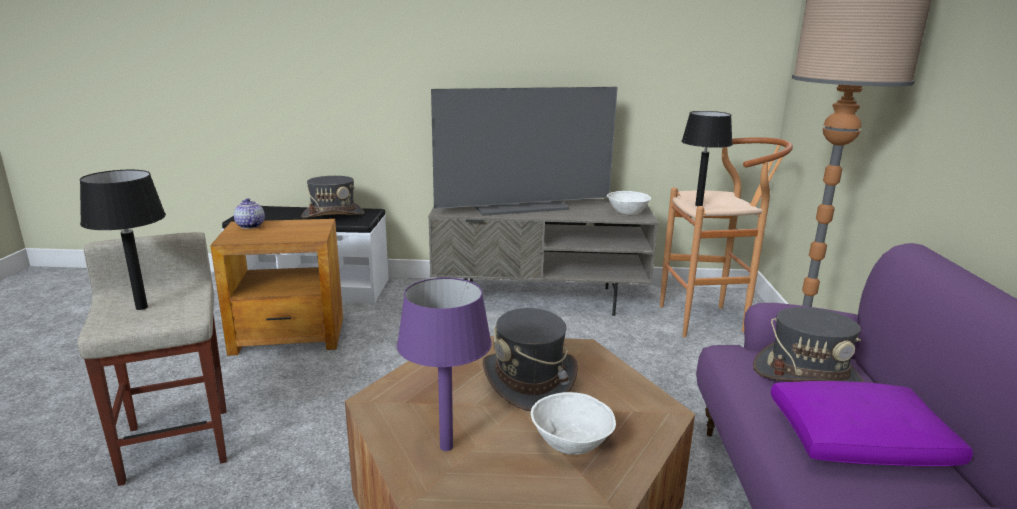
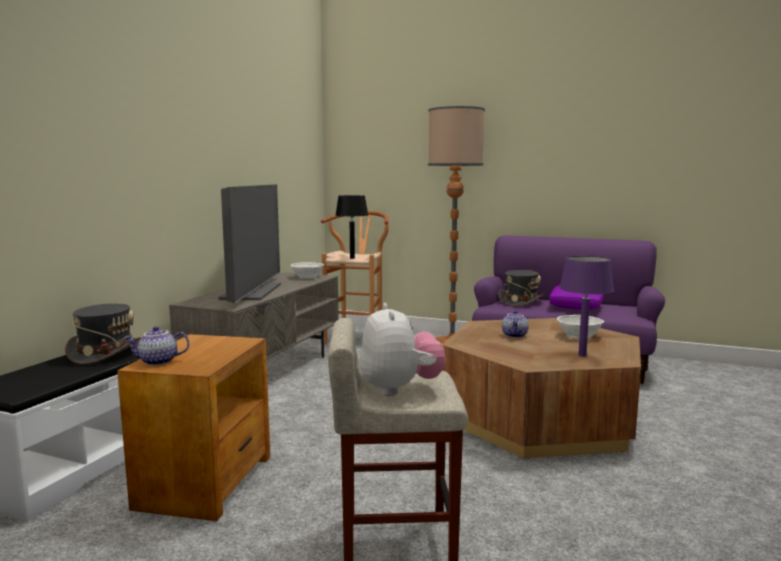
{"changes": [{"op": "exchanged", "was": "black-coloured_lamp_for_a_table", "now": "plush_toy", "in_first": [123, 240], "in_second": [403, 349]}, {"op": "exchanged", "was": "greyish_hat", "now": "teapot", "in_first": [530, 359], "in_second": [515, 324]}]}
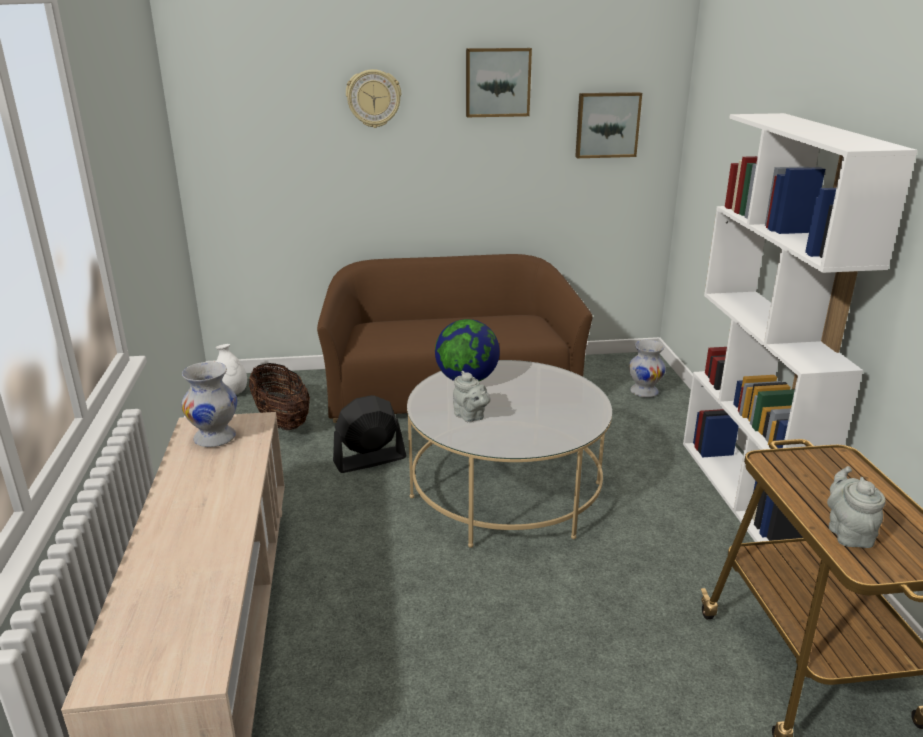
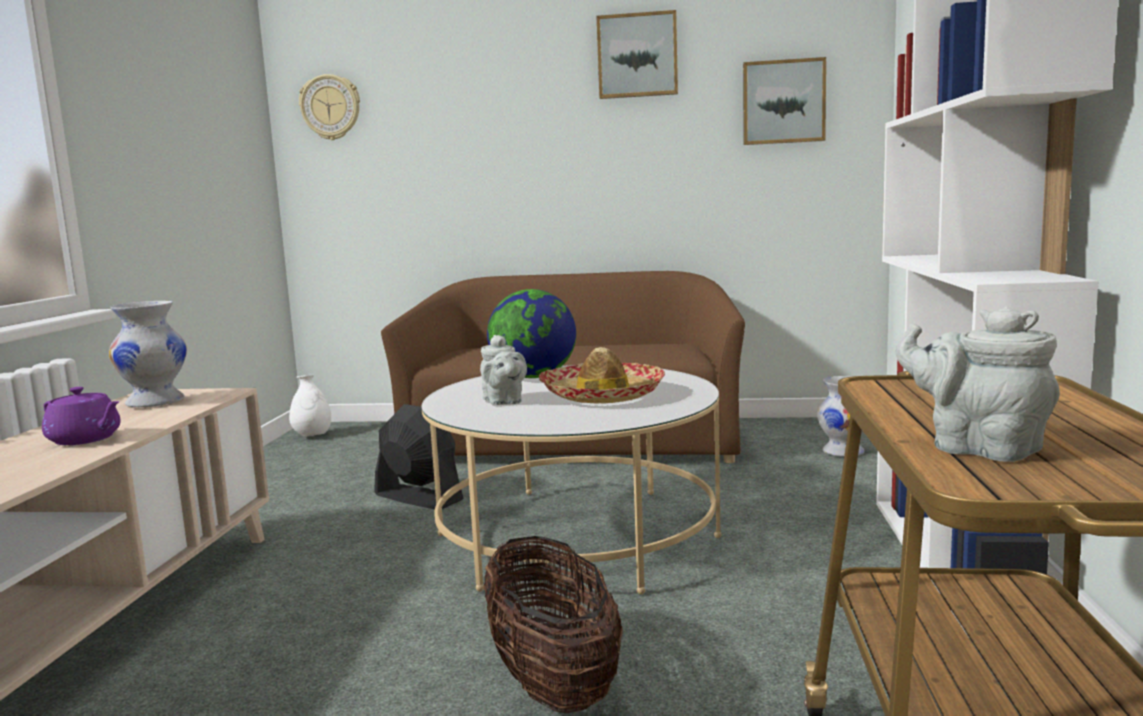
{"changes": [{"op": "appeared", "now": "purplish_teapot", "in_second": [81, 416]}, {"op": "appeared", "now": "hat", "in_second": [602, 375]}, {"op": "relocated", "was": "basket", "in_first": [279, 396], "in_second": [553, 624]}, {"op": "relocated", "was": "clock_on_the_wall", "in_first": [373, 98], "in_second": [329, 107]}, {"op": "spun", "was": "black-coloured_fan", "in_first": [369, 434], "in_second": [419, 456], "clockwise": 45}, {"op": "spun", "was": "greyish_teapot", "in_first": [856, 507], "in_second": [977, 384], "clockwise": -60}]}
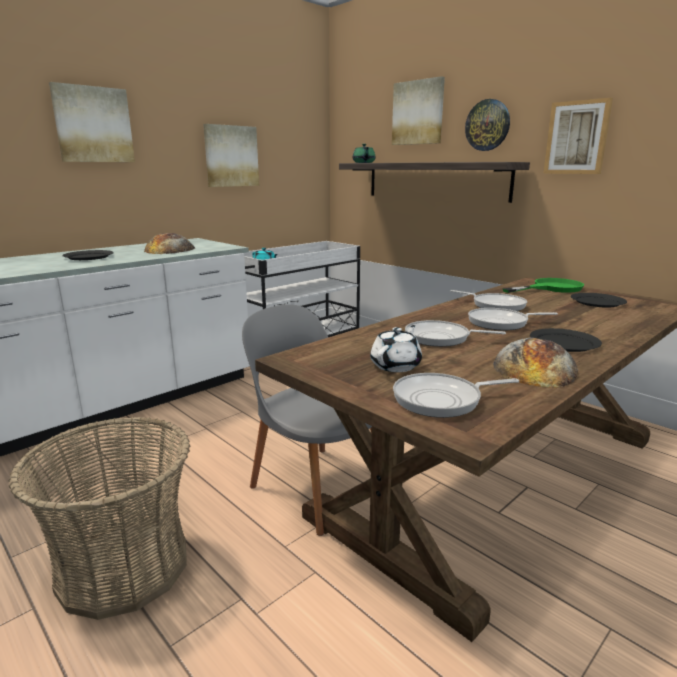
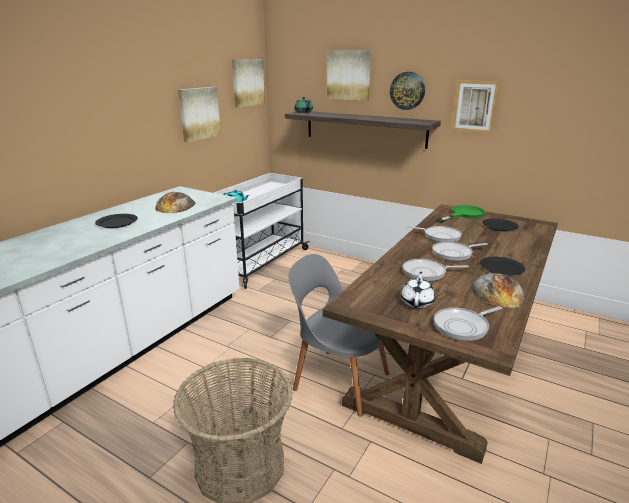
{"changes": [{"op": "relocated", "was": "wall_picture", "in_first": [92, 122], "in_second": [248, 83]}]}
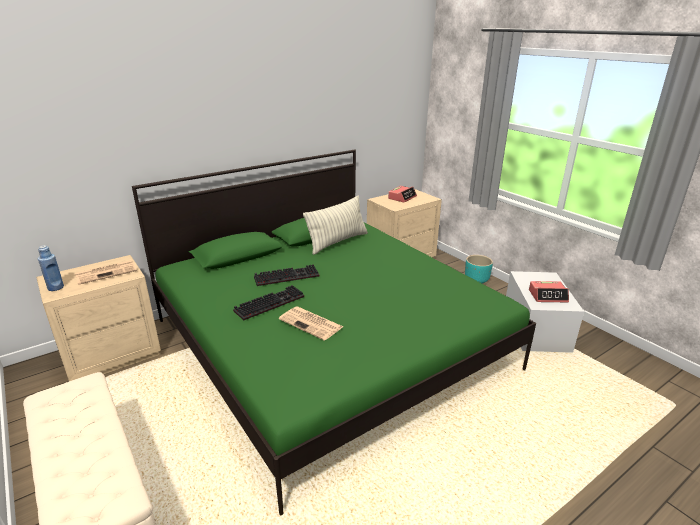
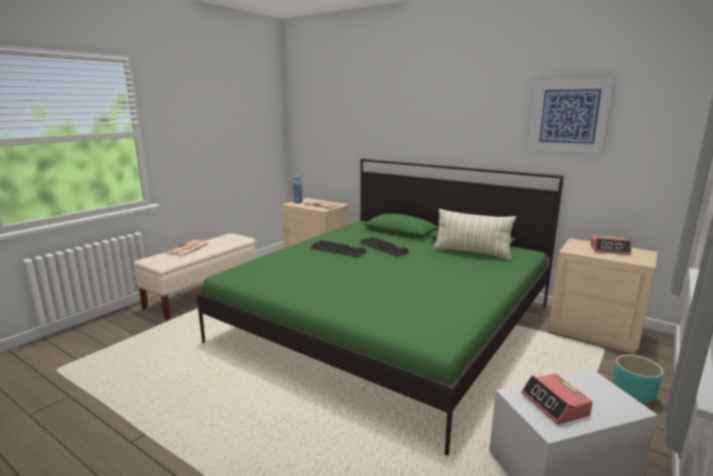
{"changes": [{"op": "appeared", "now": "wall_picture", "in_second": [571, 115]}, {"op": "relocated", "was": "daily_paper", "in_first": [311, 323], "in_second": [187, 248]}]}
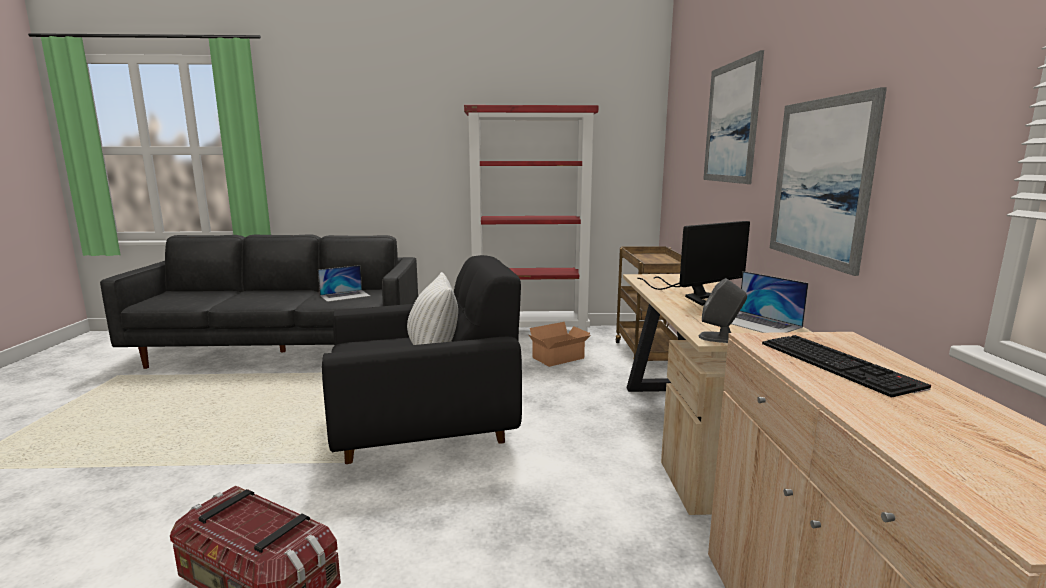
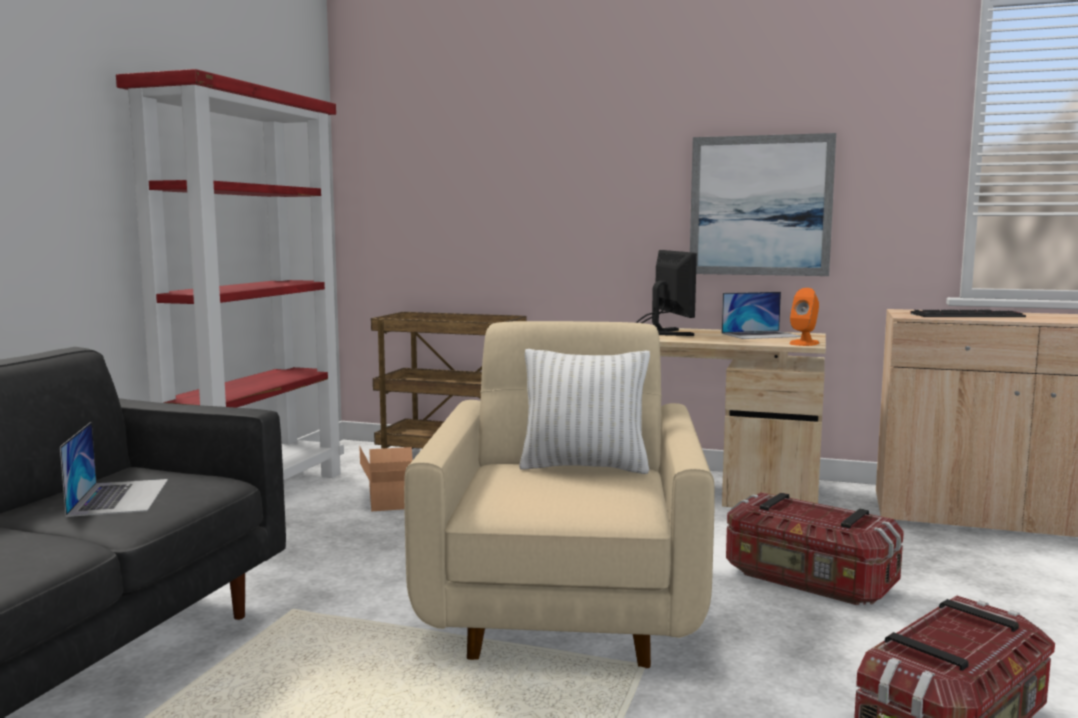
{"changes": [{"op": "missing", "was": "wall_picture", "in_first": [733, 117]}, {"op": "appeared", "now": "storage_bin", "in_second": [815, 548]}, {"op": "colour", "was": "black-coloured_easy_chair", "now": "sand-coloured_easy_chair", "in_first": [422, 359], "in_second": [559, 494]}, {"op": "colour", "was": "greyish_audio_speaker", "now": "orange-coloured_audio_speaker", "in_first": [723, 310], "in_second": [804, 317]}]}
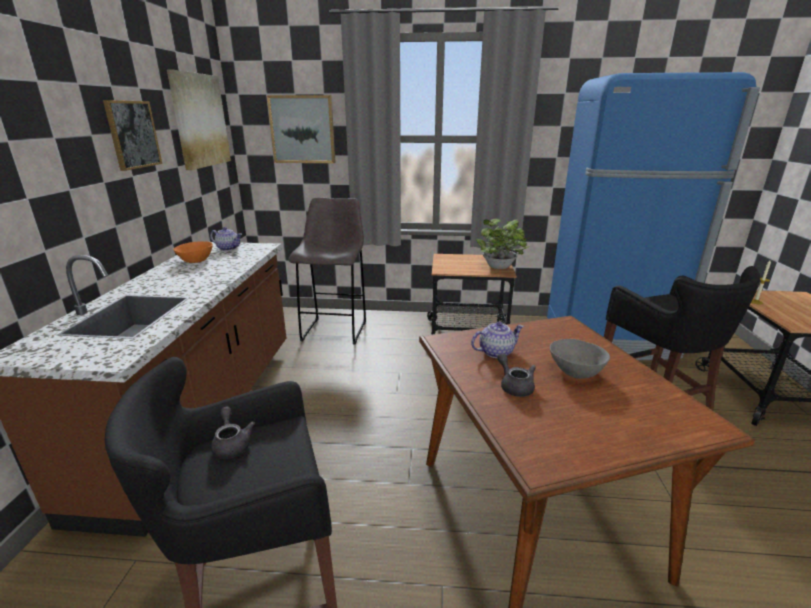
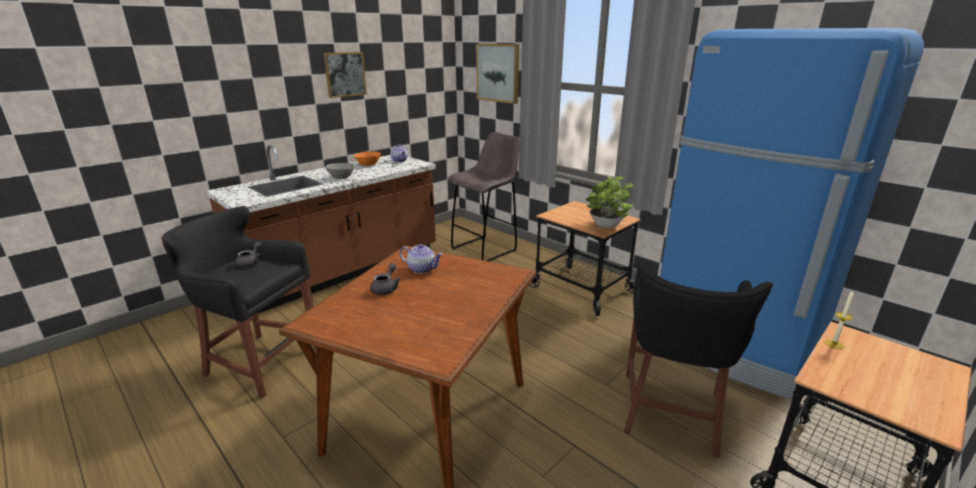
{"changes": [{"op": "missing", "was": "wall_picture", "in_first": [199, 119]}, {"op": "relocated", "was": "greyish_deep_dish", "in_first": [580, 359], "in_second": [340, 171]}]}
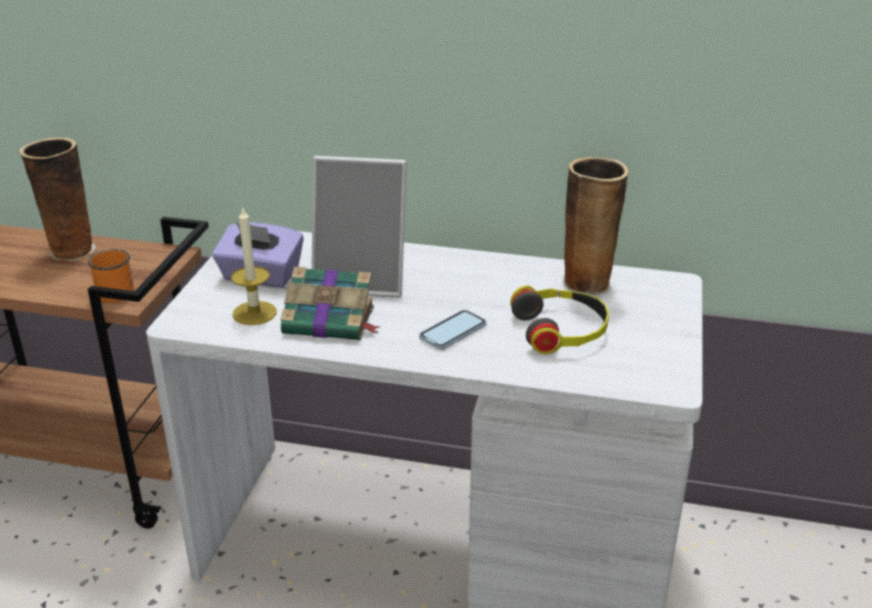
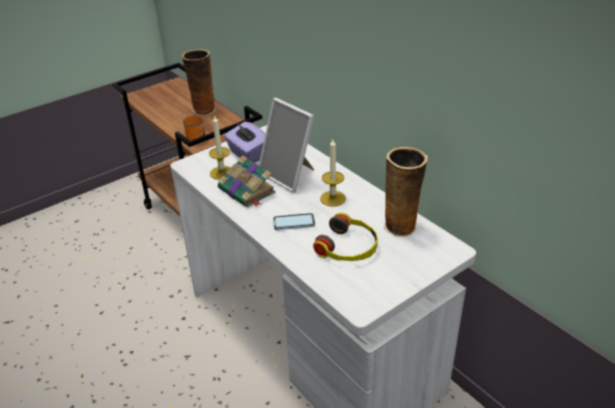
{"changes": [{"op": "appeared", "now": "wax_candle", "in_second": [333, 172]}]}
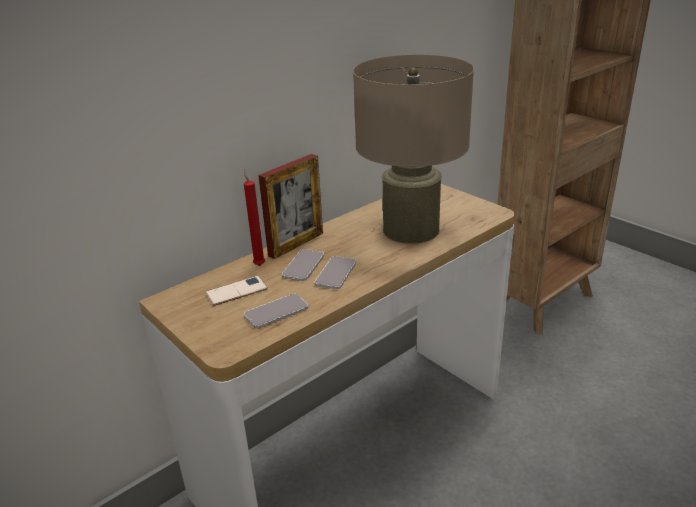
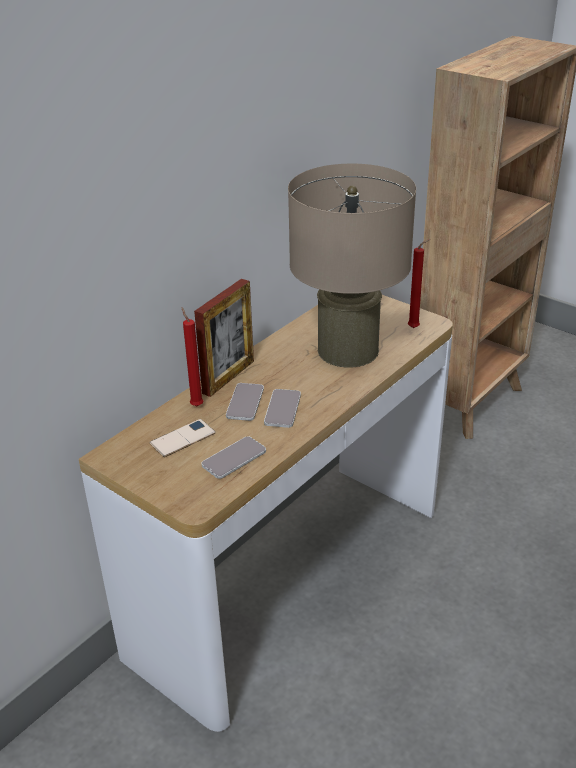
{"changes": [{"op": "appeared", "now": "red_wax_candle", "in_second": [419, 283]}]}
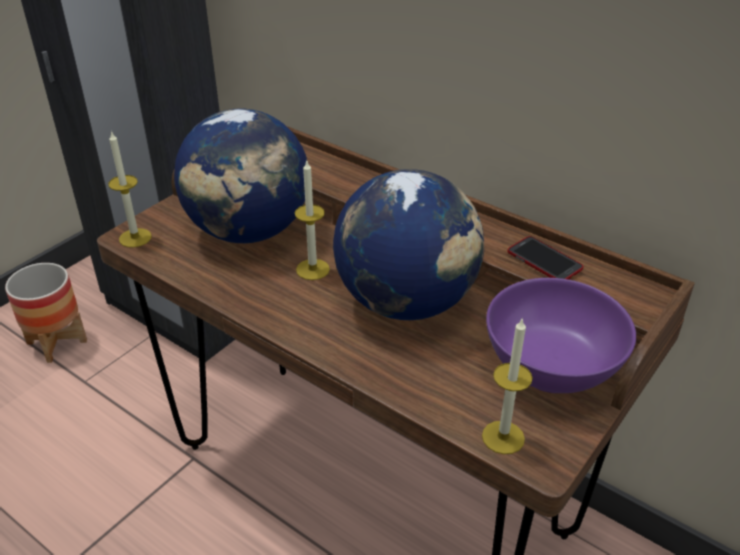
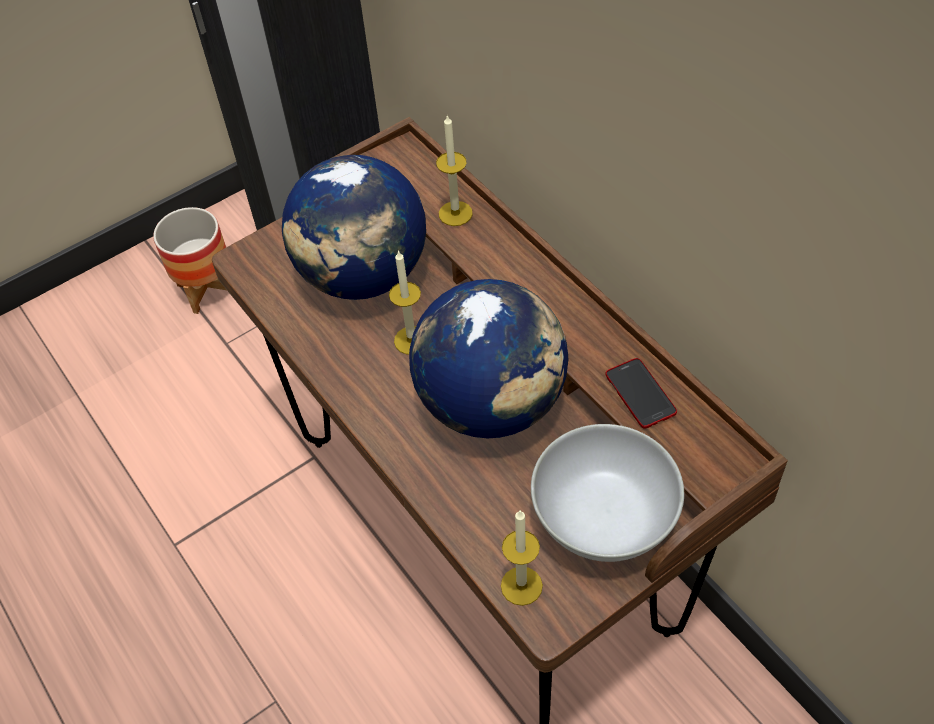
{"changes": [{"op": "relocated", "was": "wax_candle", "in_first": [130, 189], "in_second": [454, 170]}, {"op": "colour", "was": "purplish_deep_dish", "now": "white-coloured_deep_dish", "in_first": [561, 335], "in_second": [607, 493]}]}
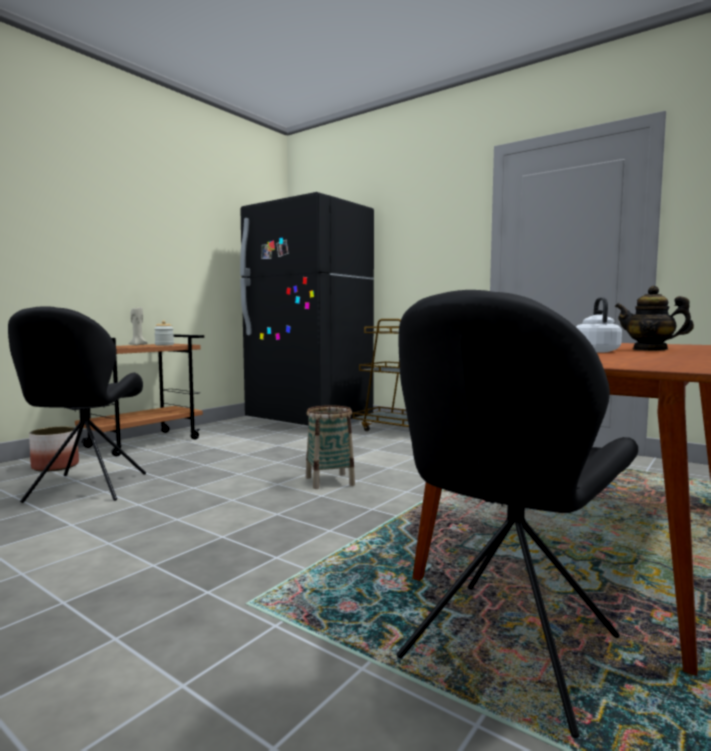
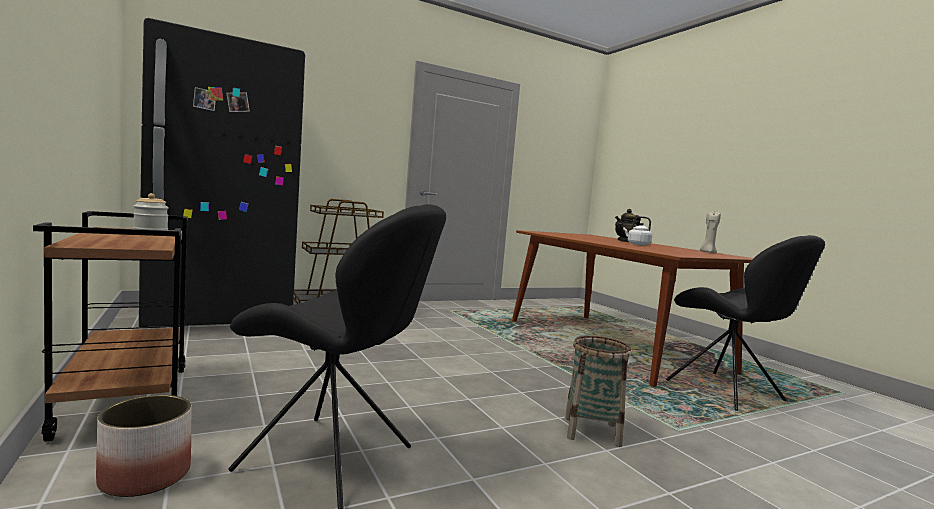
{"changes": [{"op": "relocated", "was": "sand-coloured_wax_candle", "in_first": [137, 326], "in_second": [710, 232]}, {"op": "relocated", "was": "basket", "in_first": [330, 447], "in_second": [598, 391]}]}
